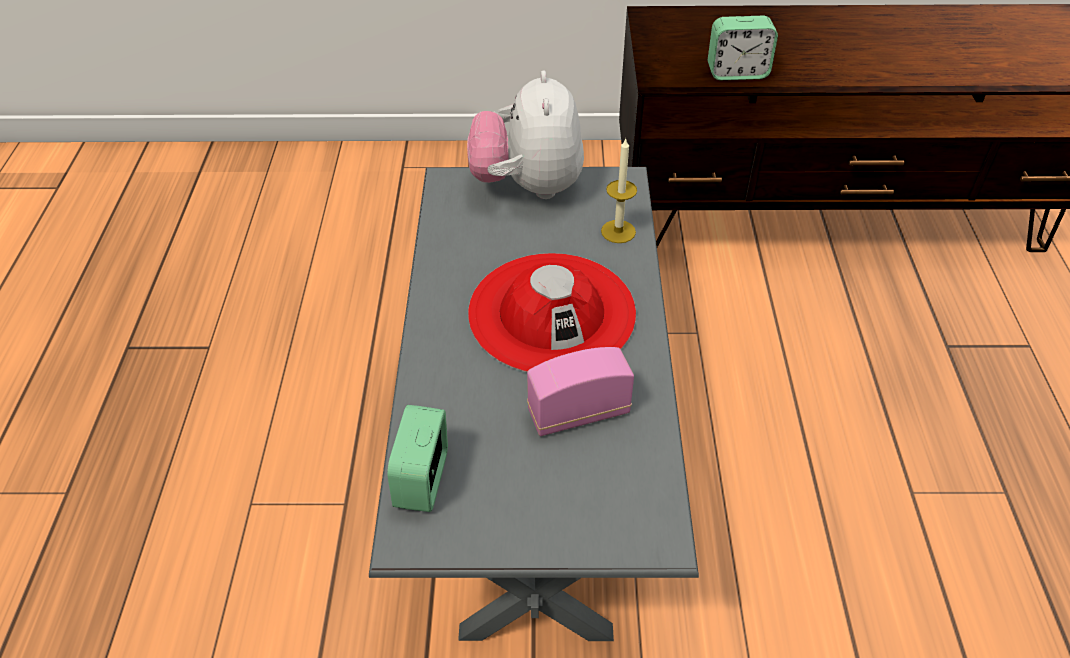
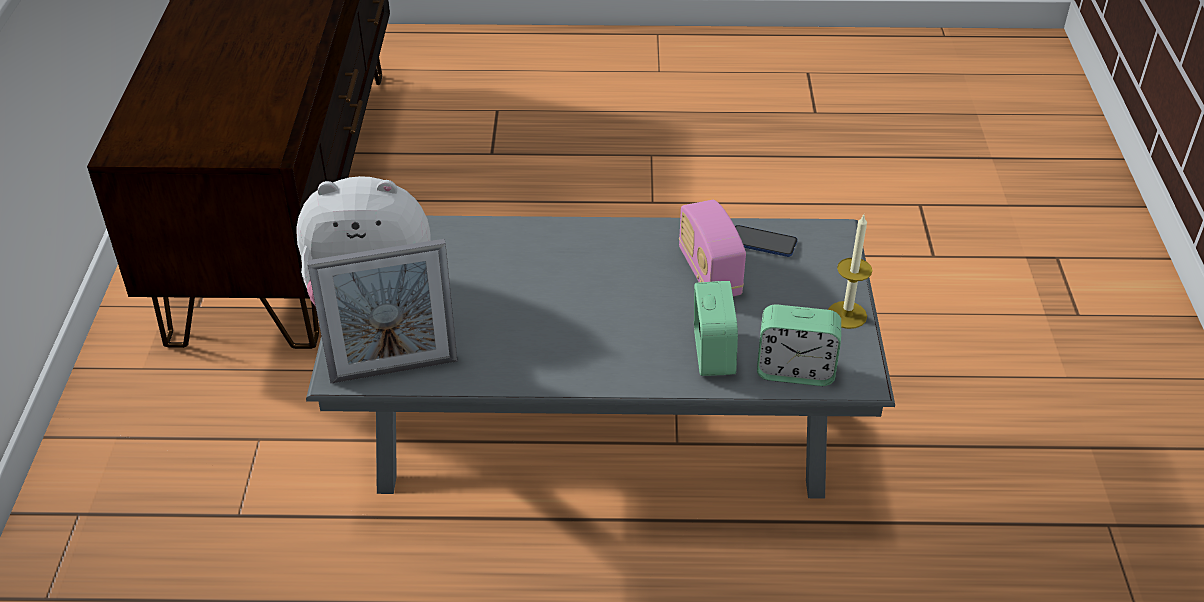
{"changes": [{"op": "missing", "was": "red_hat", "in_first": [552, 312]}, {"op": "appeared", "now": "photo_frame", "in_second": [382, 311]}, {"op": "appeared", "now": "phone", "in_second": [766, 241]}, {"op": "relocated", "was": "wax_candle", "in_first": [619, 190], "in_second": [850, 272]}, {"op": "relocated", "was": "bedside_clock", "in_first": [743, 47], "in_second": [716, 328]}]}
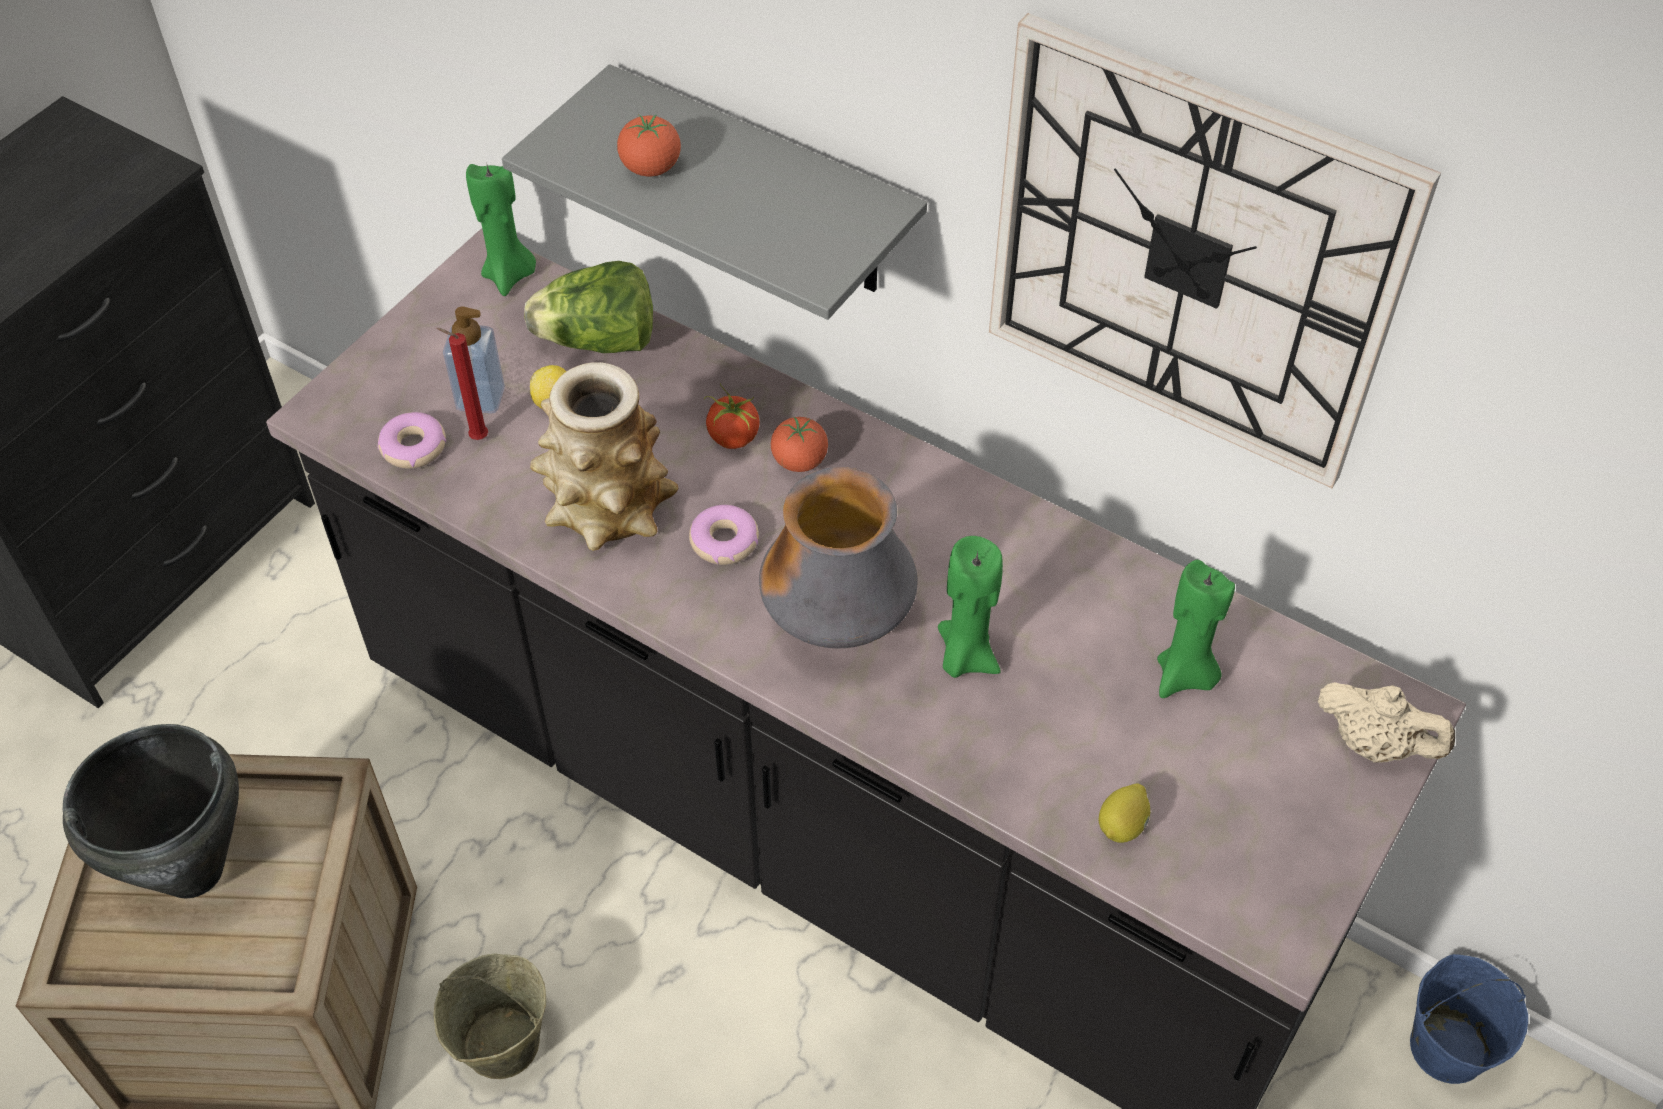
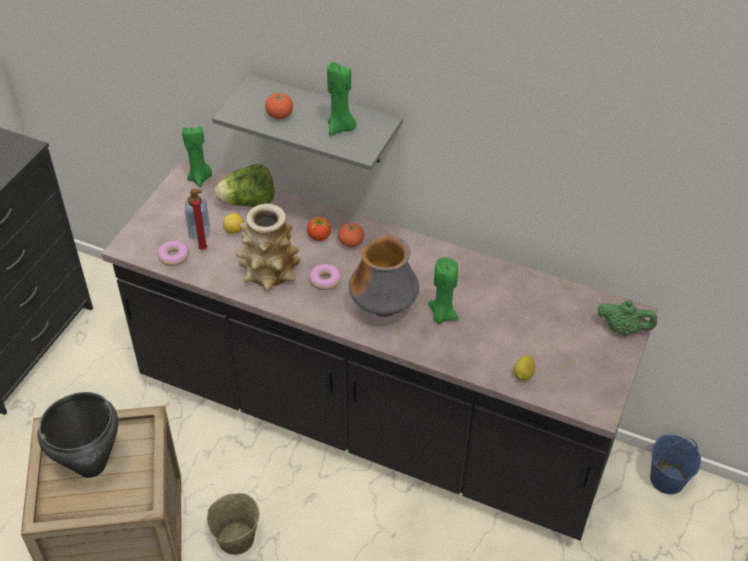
{"changes": [{"op": "missing", "was": "clock_on_the_wall", "in_first": [1215, 250]}, {"op": "relocated", "was": "green_wax_candle", "in_first": [1196, 629], "in_second": [341, 98]}, {"op": "colour", "was": "sand-coloured_teapot", "now": "green_teapot", "in_first": [1386, 722], "in_second": [627, 317]}]}
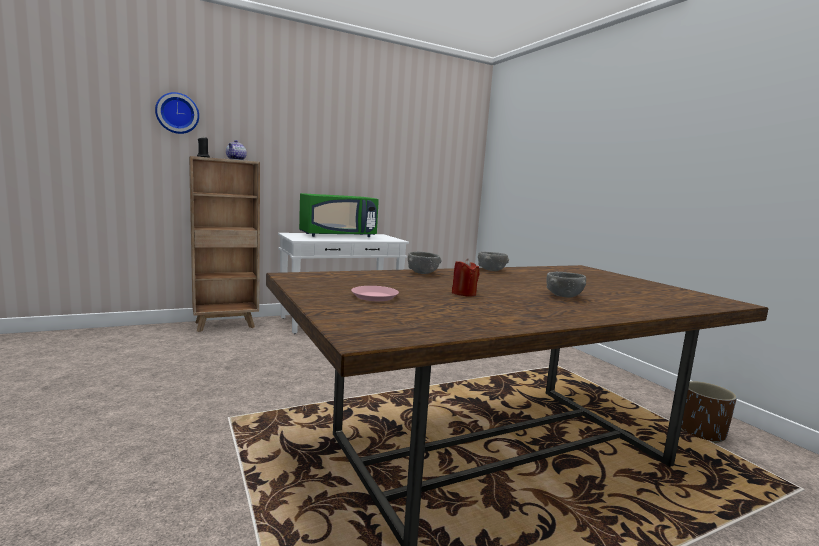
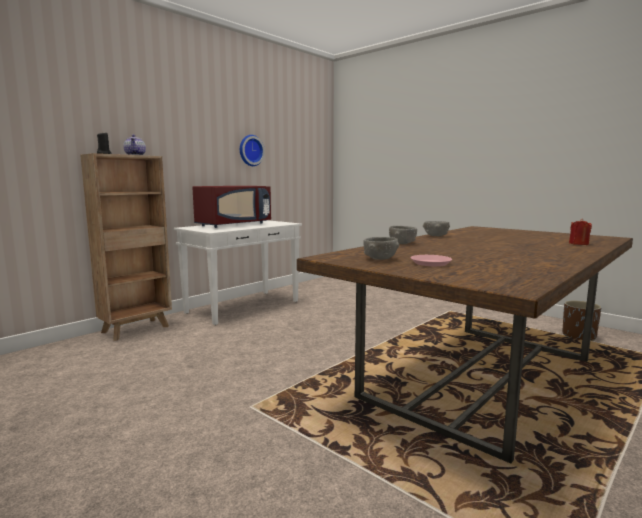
{"changes": [{"op": "relocated", "was": "clock_on_the_wall", "in_first": [177, 113], "in_second": [252, 150]}, {"op": "relocated", "was": "red_wax_candle", "in_first": [466, 278], "in_second": [580, 232]}, {"op": "relocated", "was": "greyish_deep_dish", "in_first": [566, 284], "in_second": [381, 248]}, {"op": "colour", "was": "green_microwave", "now": "red_microwave", "in_first": [339, 215], "in_second": [231, 207]}]}
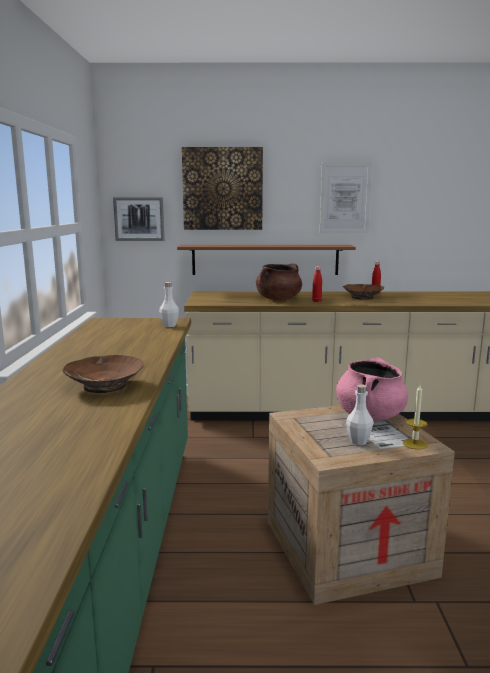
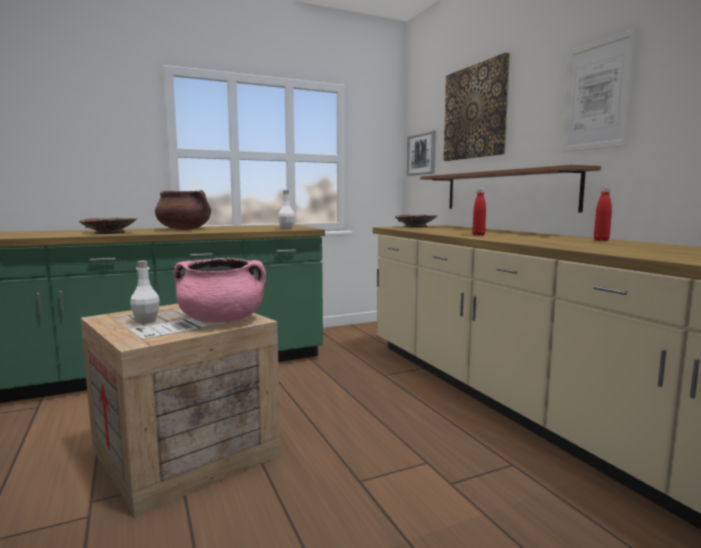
{"changes": [{"op": "missing", "was": "wax_candle", "in_first": [415, 417]}, {"op": "relocated", "was": "brown_saucepot", "in_first": [279, 282], "in_second": [183, 210]}, {"op": "relocated", "was": "brown_deep_dish", "in_first": [363, 292], "in_second": [416, 221]}]}
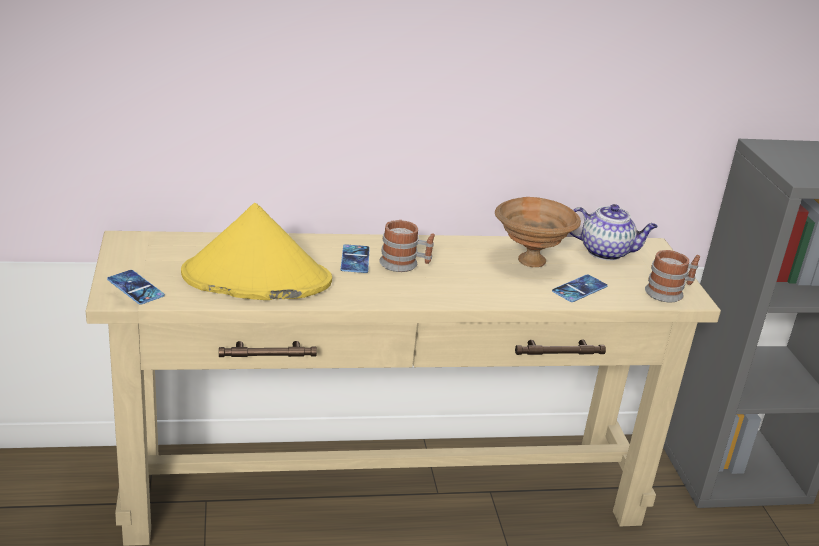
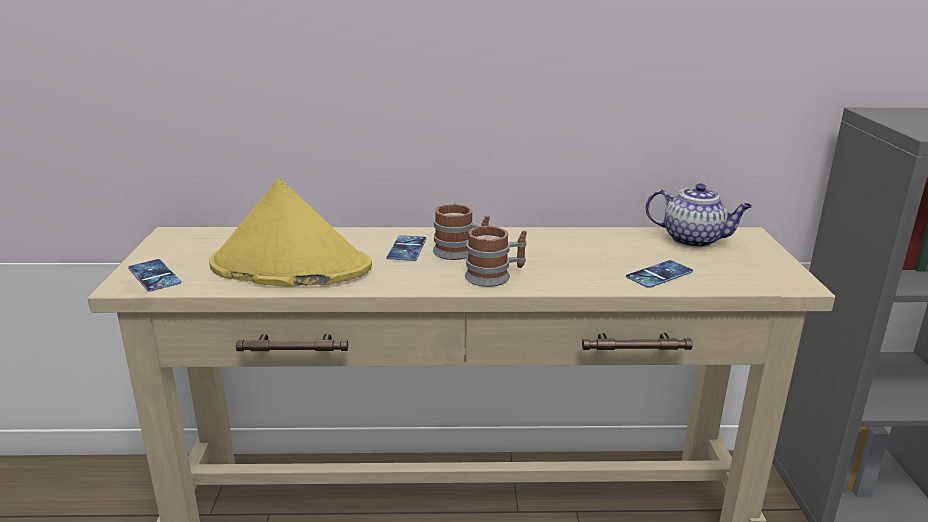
{"changes": [{"op": "missing", "was": "brown_deep_dish", "in_first": [538, 232]}, {"op": "relocated", "was": "mug", "in_first": [672, 276], "in_second": [496, 256]}]}
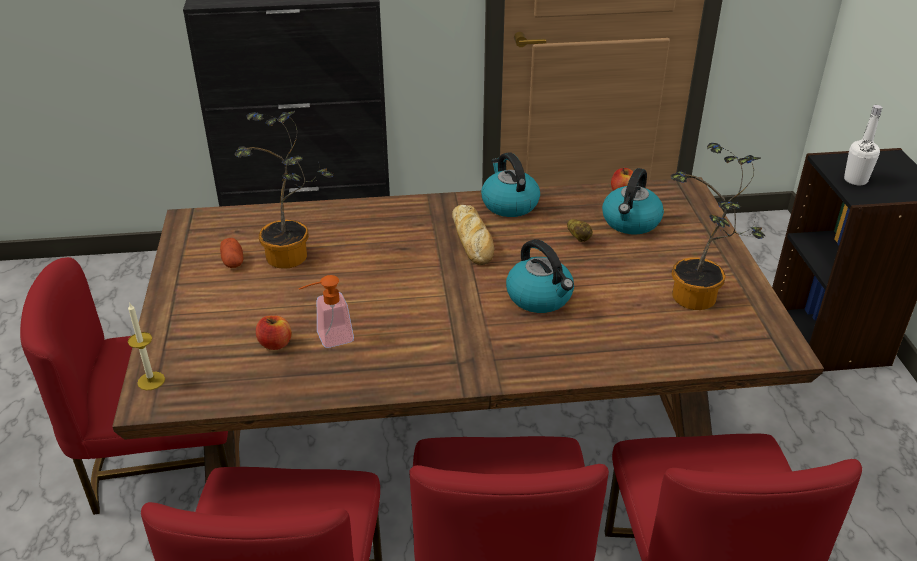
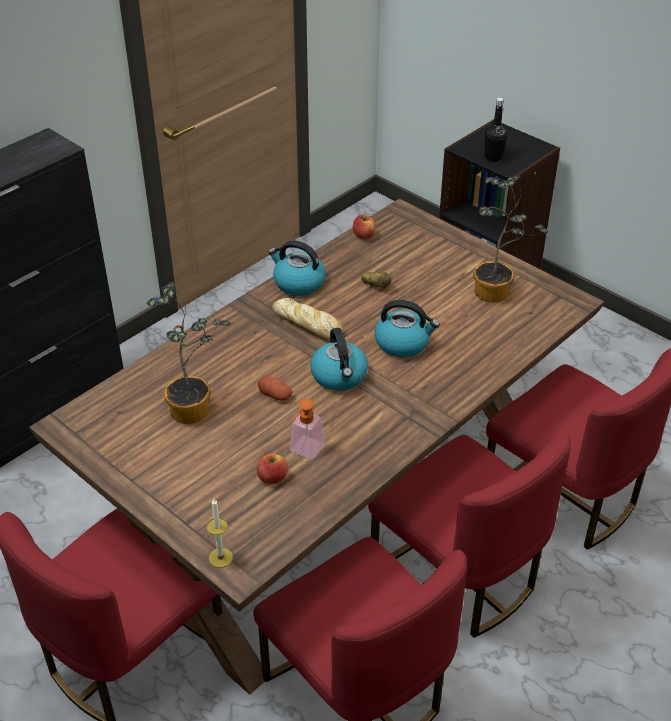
{"changes": [{"op": "relocated", "was": "whole_potato", "in_first": [231, 253], "in_second": [275, 388]}, {"op": "relocated", "was": "water_kettle", "in_first": [633, 201], "in_second": [339, 359]}, {"op": "colour", "was": "white-coloured_beverage_bottle", "now": "black-coloured_beverage_bottle", "in_first": [863, 145], "in_second": [496, 130]}]}
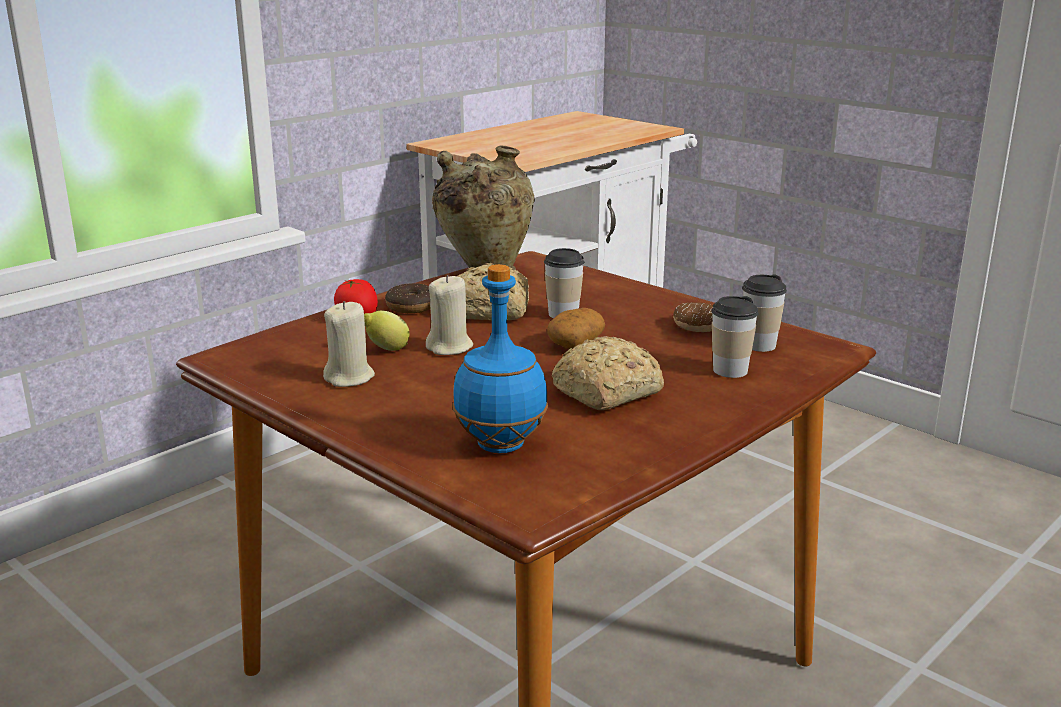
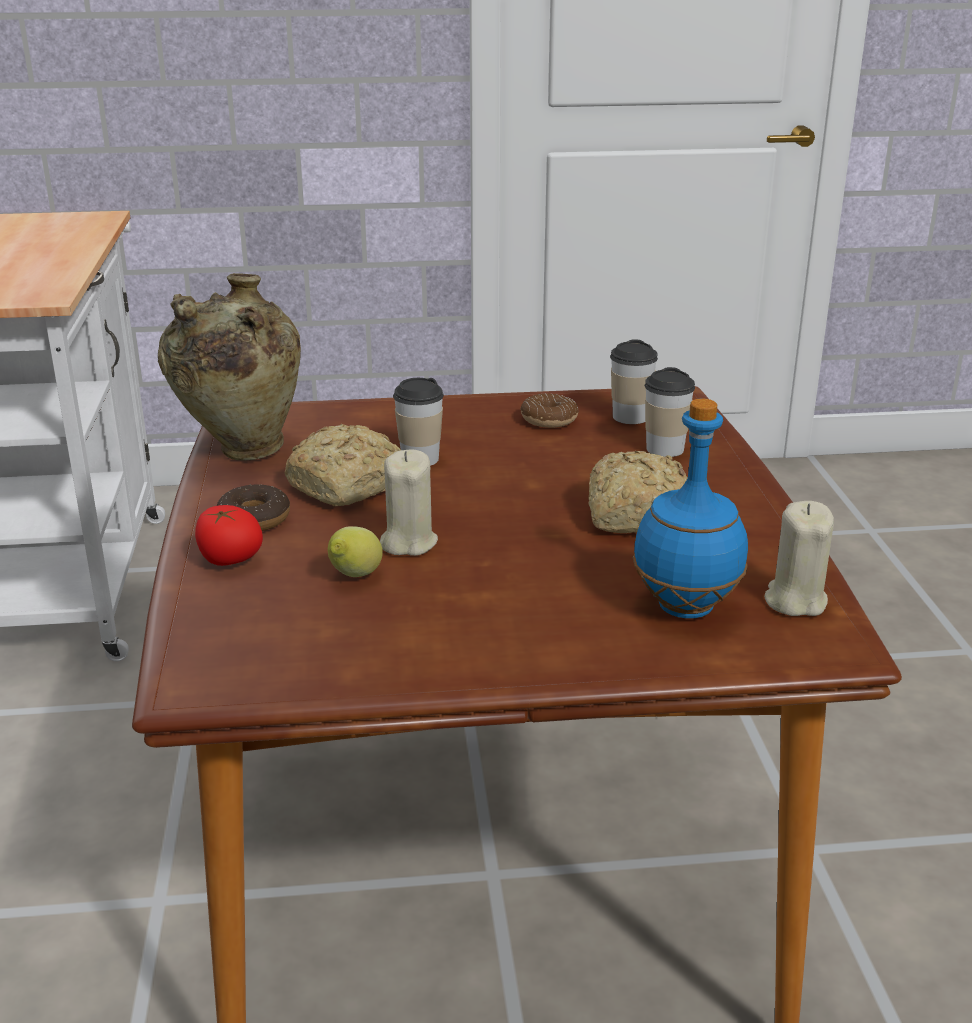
{"changes": [{"op": "missing", "was": "whole_potato", "in_first": [576, 328]}, {"op": "relocated", "was": "sand-coloured_wax_candle", "in_first": [349, 344], "in_second": [799, 558]}]}
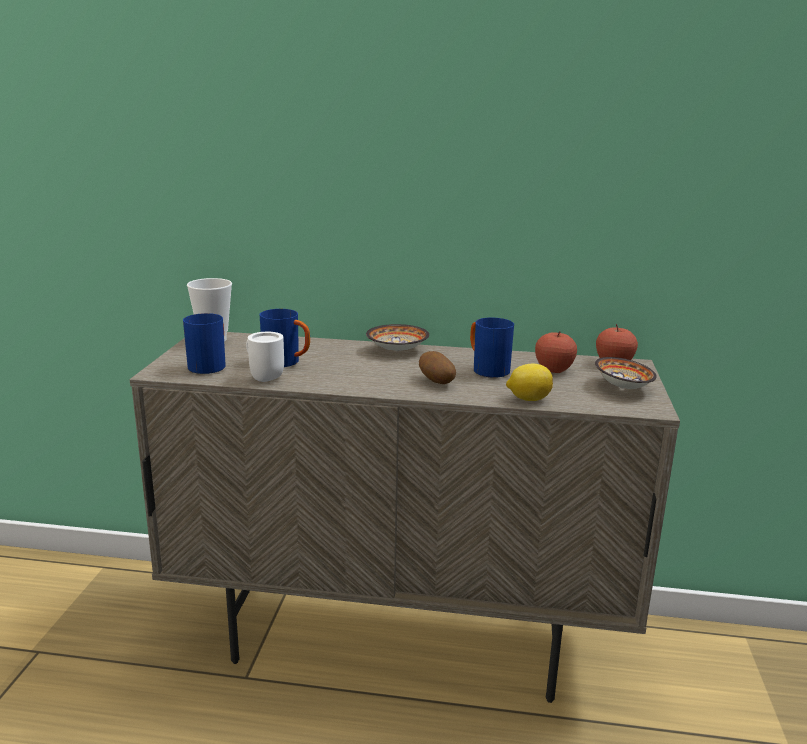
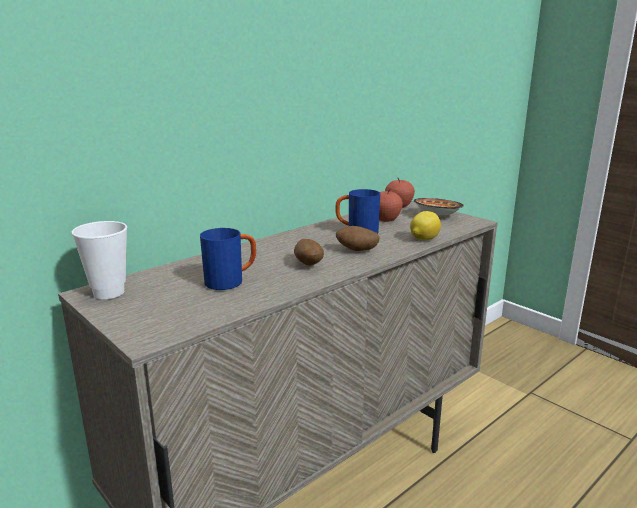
{"changes": [{"op": "missing", "was": "blue-coloured_mug", "in_first": [204, 343]}, {"op": "missing", "was": "white-coloured_mug", "in_first": [265, 357]}, {"op": "missing", "was": "deep_dish", "in_first": [397, 337]}, {"op": "appeared", "now": "whole_potato", "in_second": [309, 252]}]}
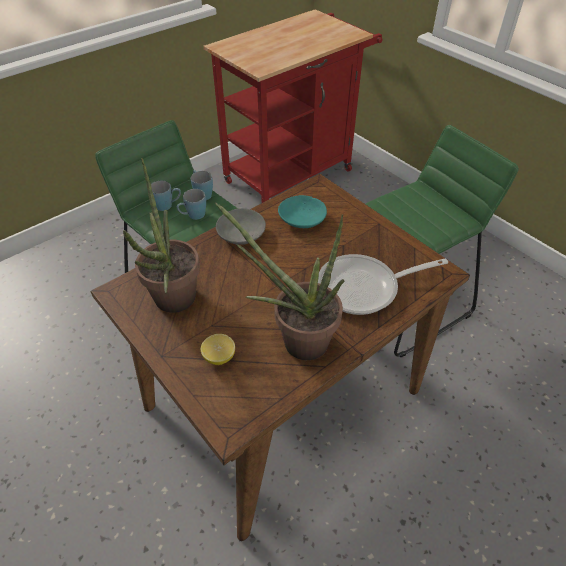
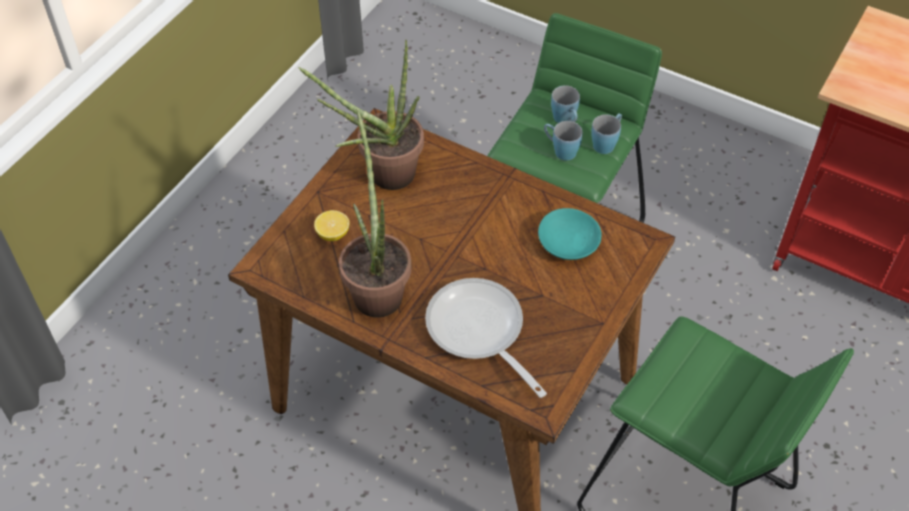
{"changes": [{"op": "missing", "was": "greyish_deep_dish", "in_first": [241, 226]}]}
